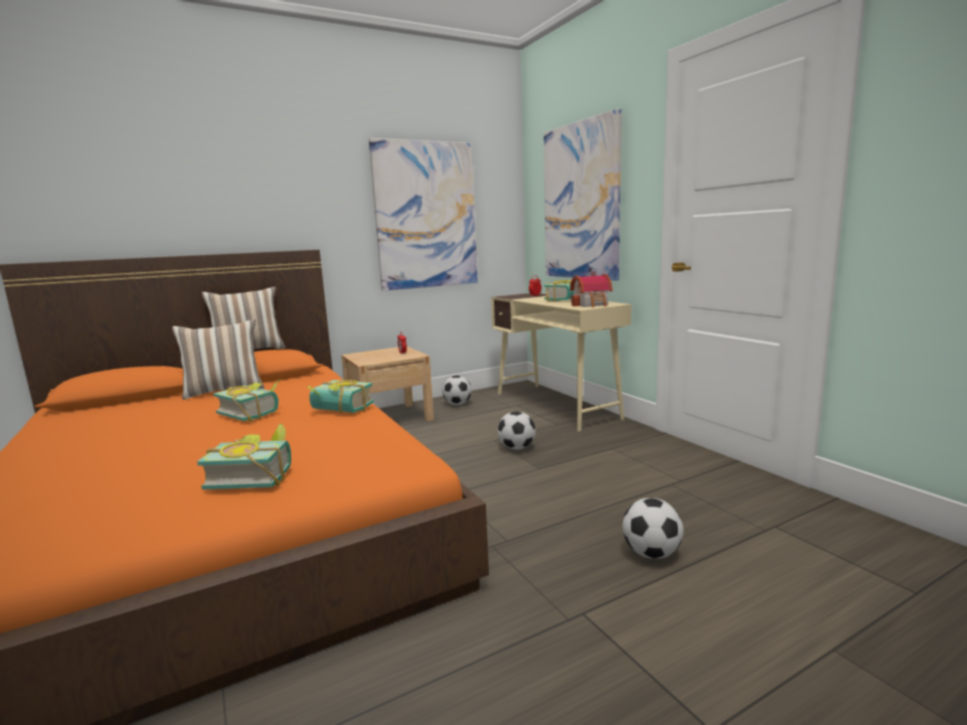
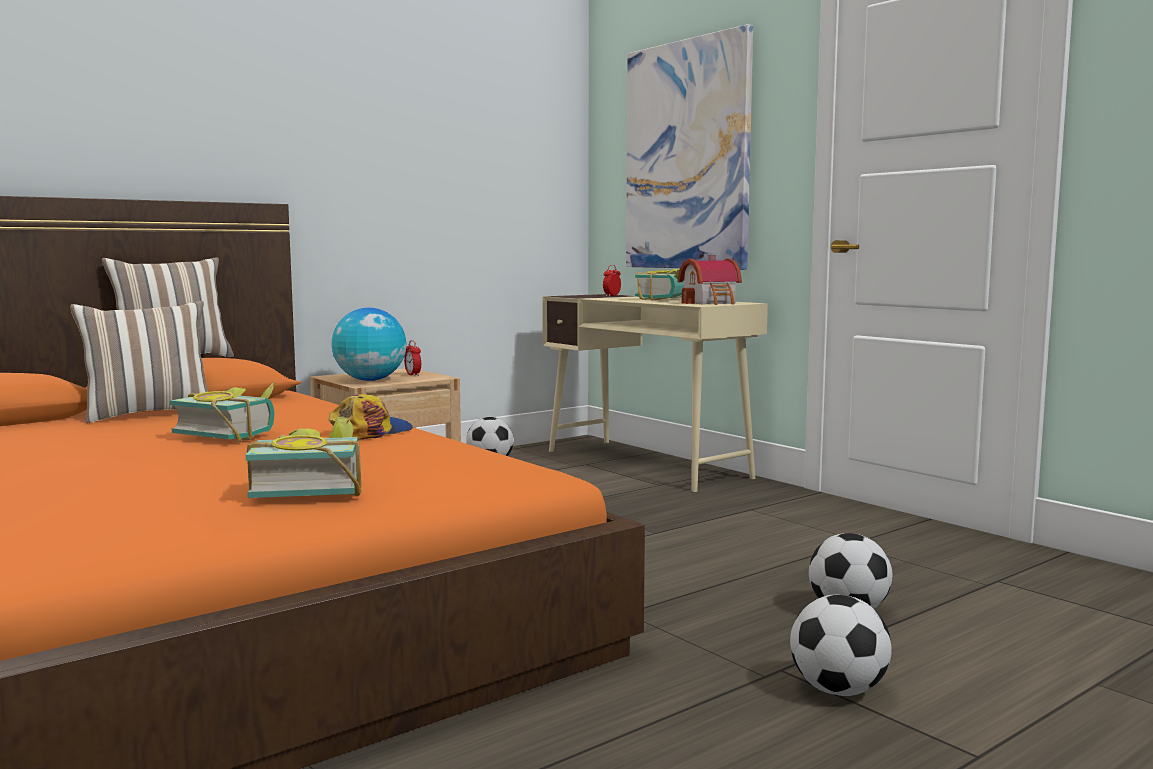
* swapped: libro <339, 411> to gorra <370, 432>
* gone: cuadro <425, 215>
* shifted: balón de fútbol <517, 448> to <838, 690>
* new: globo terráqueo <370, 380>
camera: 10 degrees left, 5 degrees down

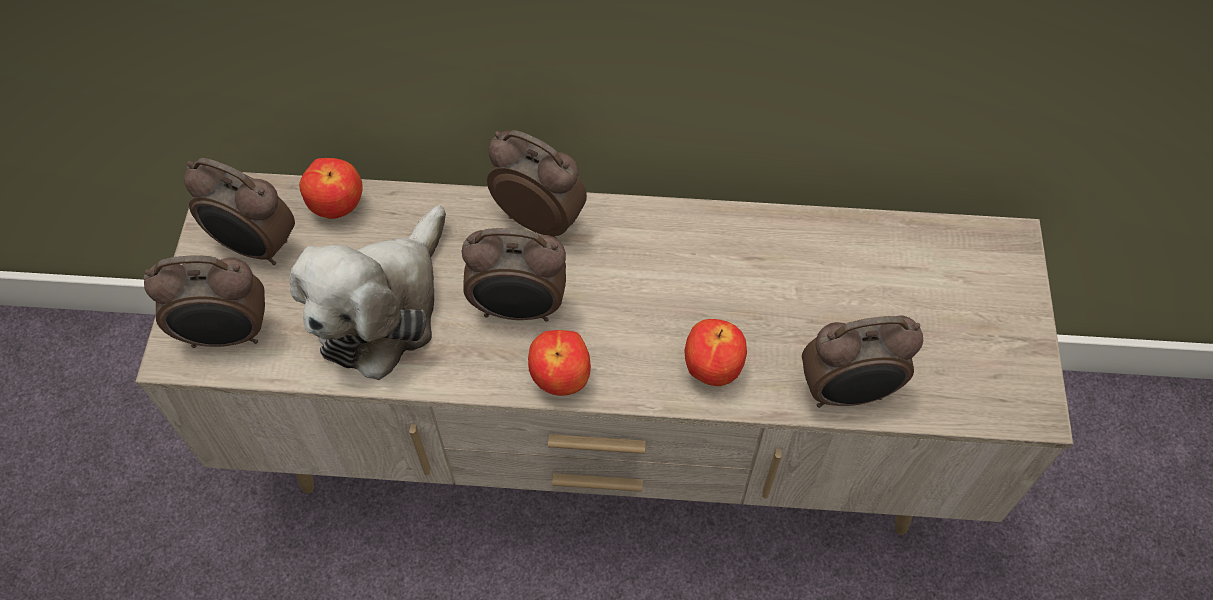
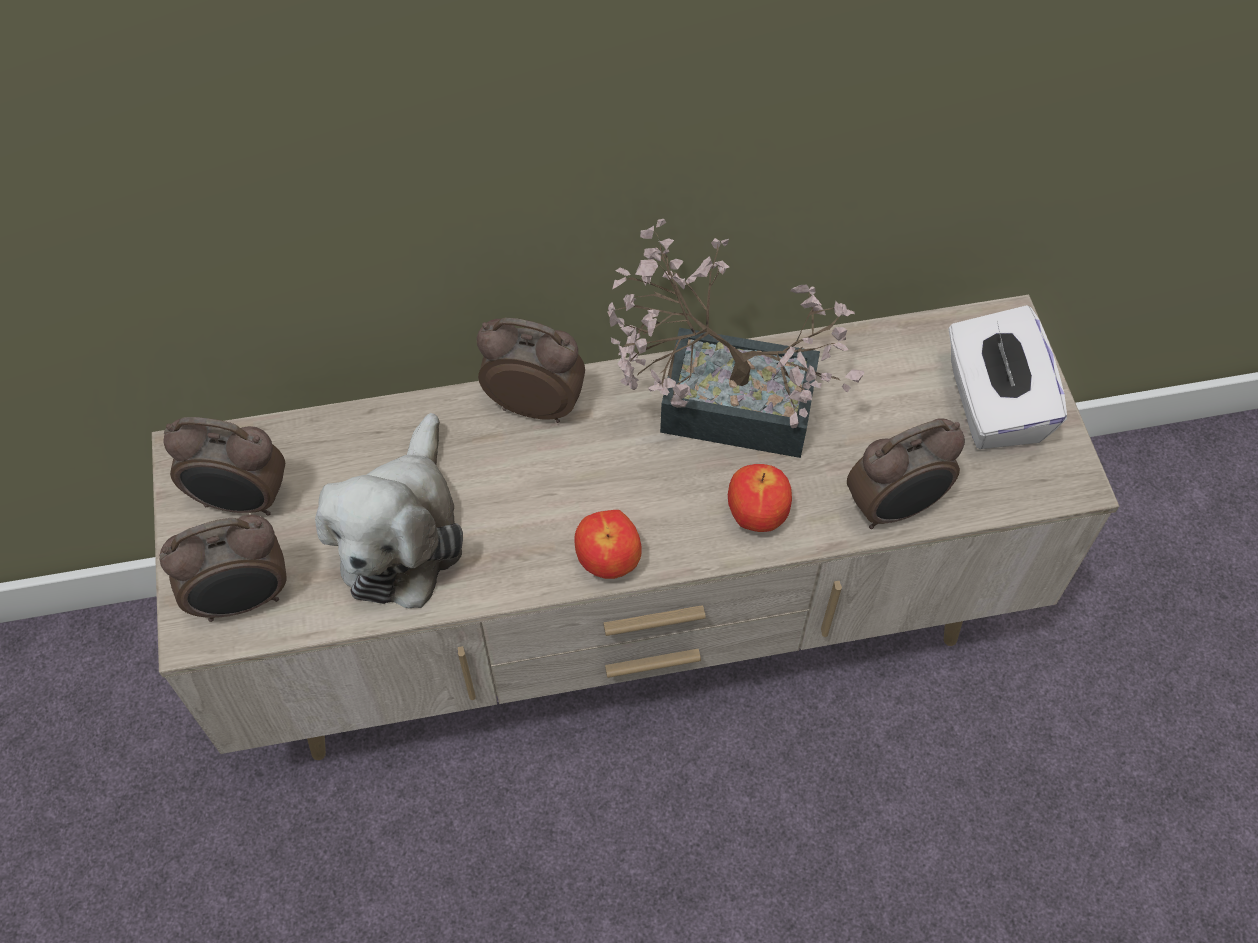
* gone: manzana <338, 207>
* gone: despertador <519, 309>
* new: planta en maceta <718, 401>
* new: caja de pañuelos [blanco] <992, 404>
camera: 15 degrees left, 0 degrees up

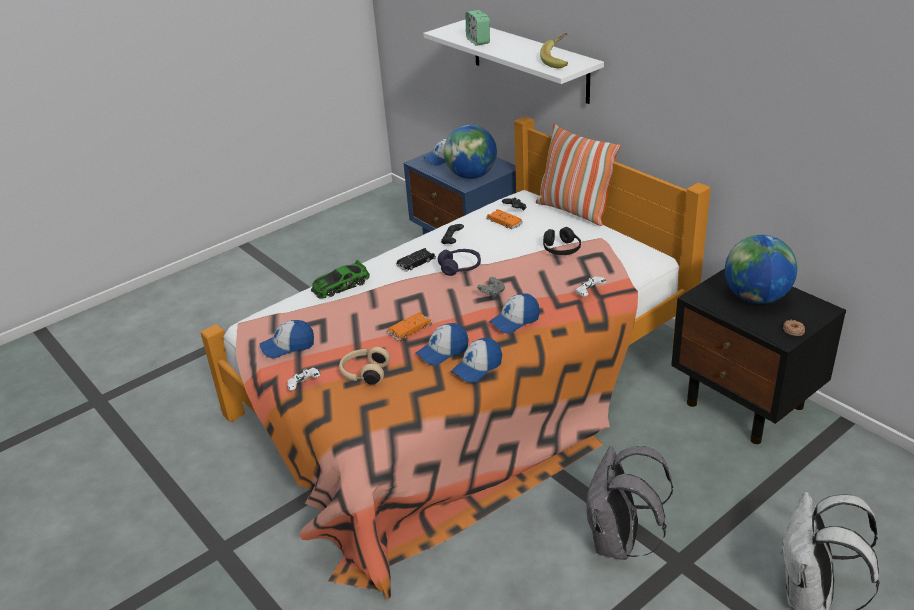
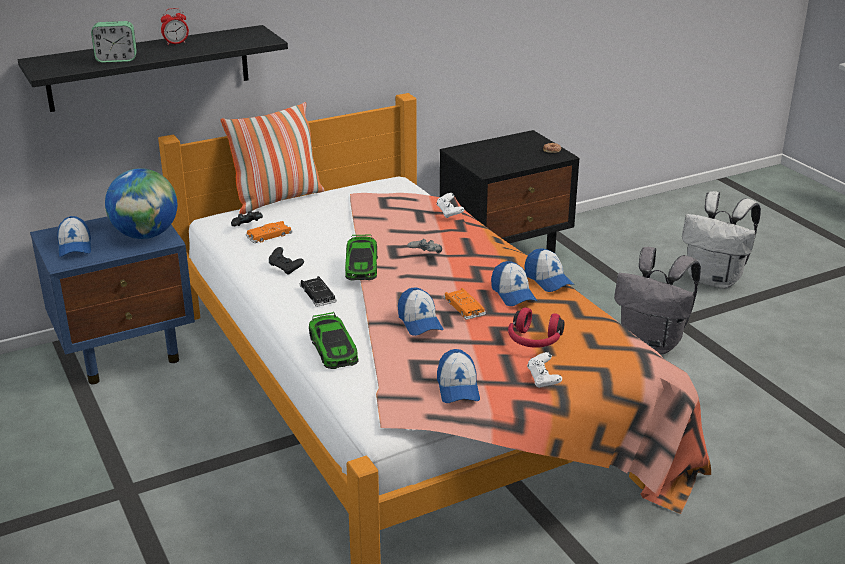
* repainted: auriculares [beis] <364, 373> to auriculares [rojo] <534, 341>
* repainted: estante [blanco] <529, 61> to estante [negro] <149, 68>
* swapped: auriculares [morado] <460, 267> to coche de juguete <361, 265>
* shifted: gorra <515, 321> to <419, 322>
* gone: plátano <559, 61>
* gone: auriculares [negro] <561, 249>
* gone: globo terráqueo <756, 298>
* new: despertador <176, 43>
camera: 80 degrees left, 5 degrees down

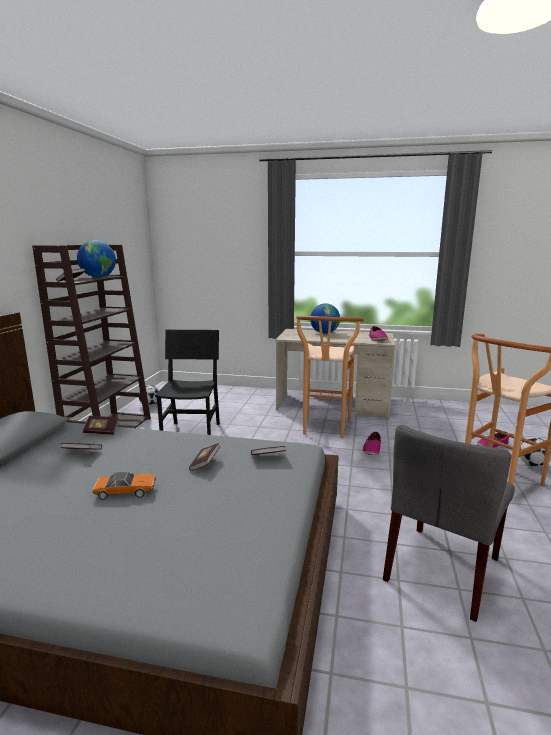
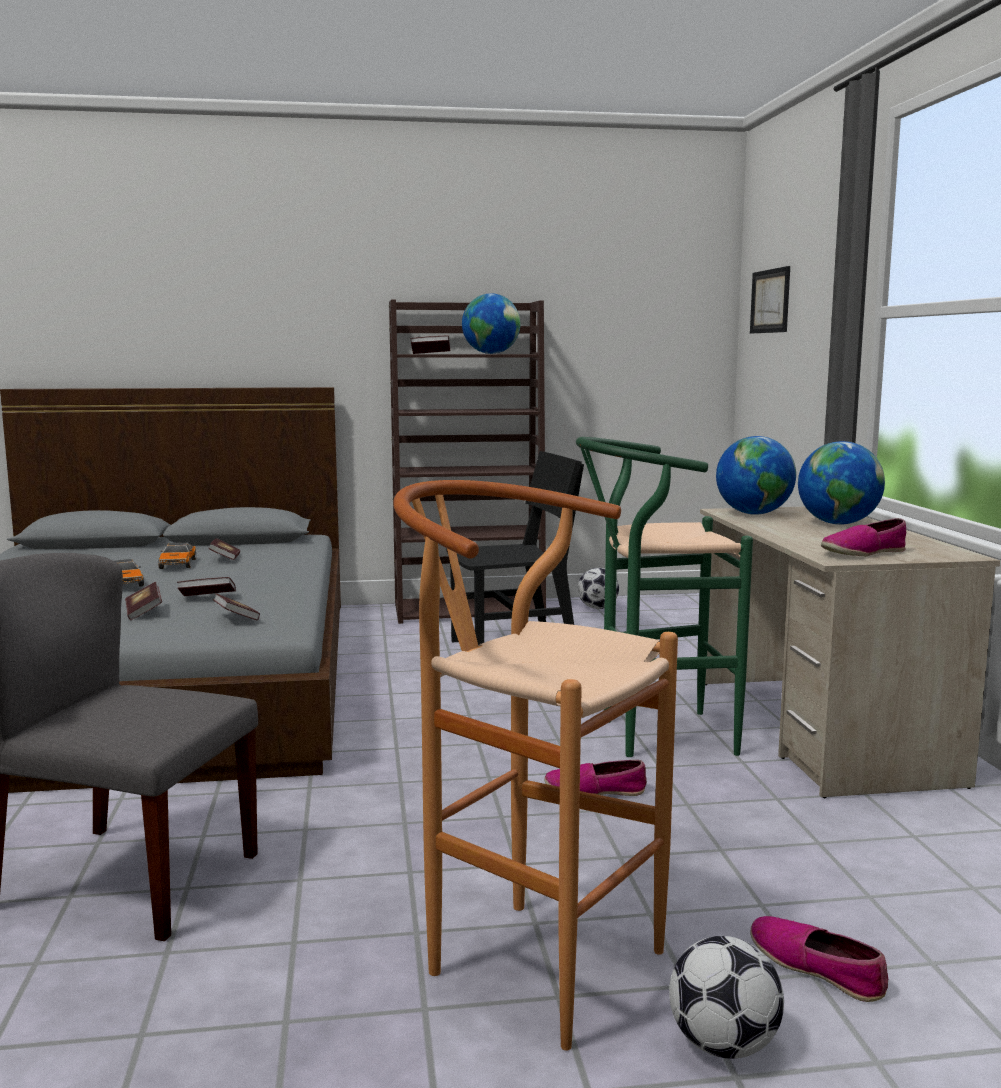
* shifted: libro <101, 431> to <144, 612>
* repainted: taburete [marrón] <325, 429> to taburete [verde] <654, 736>
* new: coche de juguete <177, 564>
* new: globo terráqueo <753, 514>
* new: cuadro <770, 301>
camera: 70 degrees right, 5 degrees down

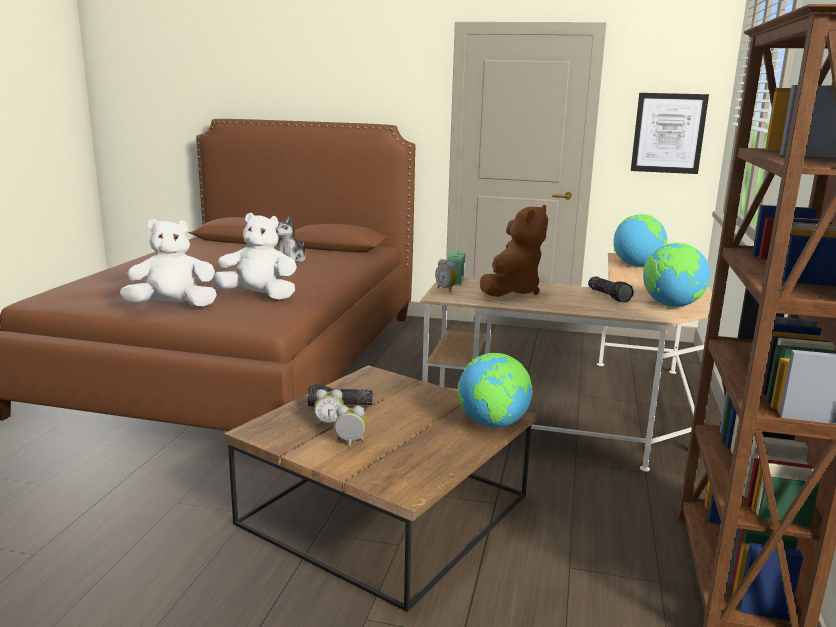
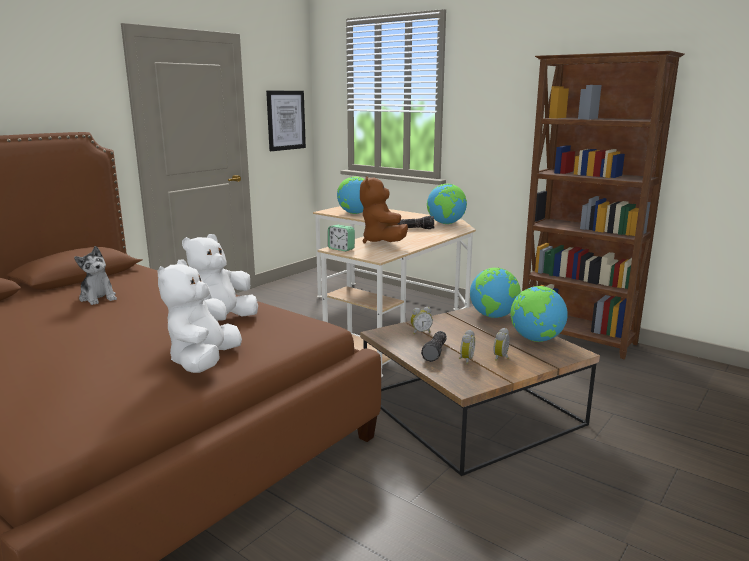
* shifted: despertador <447, 289> to <420, 332>
* rotated: peluche [marrón] <511, 291> = <383, 242> 150 degrees counterclockwise
* new: globo terráqueo <536, 339>
camera: 65 degrees left, 0 degrees up

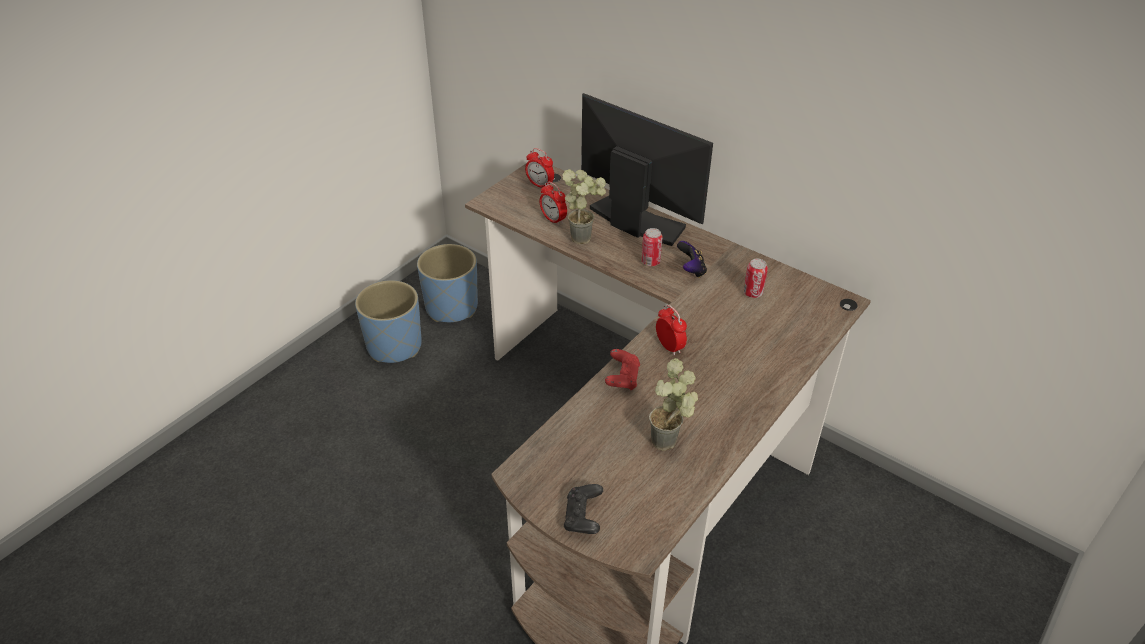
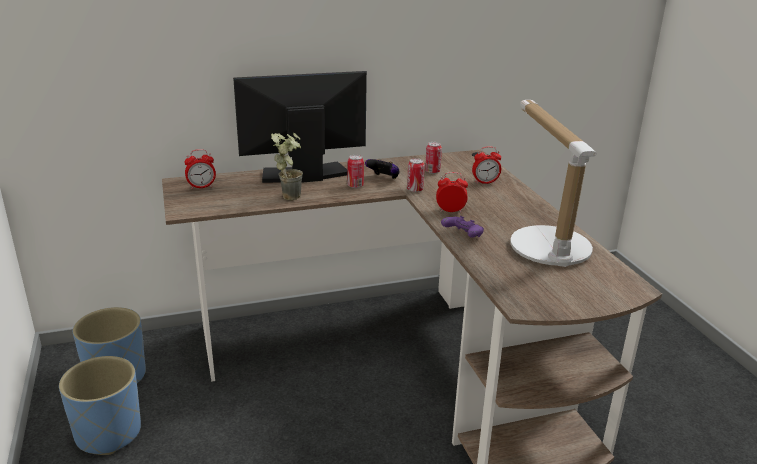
* shifted: despertador <553, 219> to <485, 182>
* gone: mando de consola [negro] <583, 517>
* repainted: mando de consola [rojo] <622, 378> to mando de consola [morado] <462, 235>
* swapped: planta en maceta <671, 444> to lámpara de mesa <546, 243>
* new: lata <415, 190>
camera: 55 degrees left, 15 degrees down

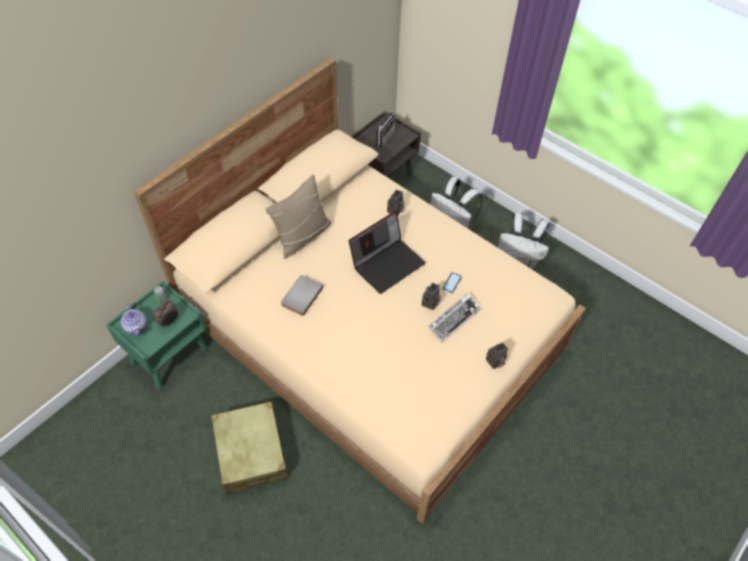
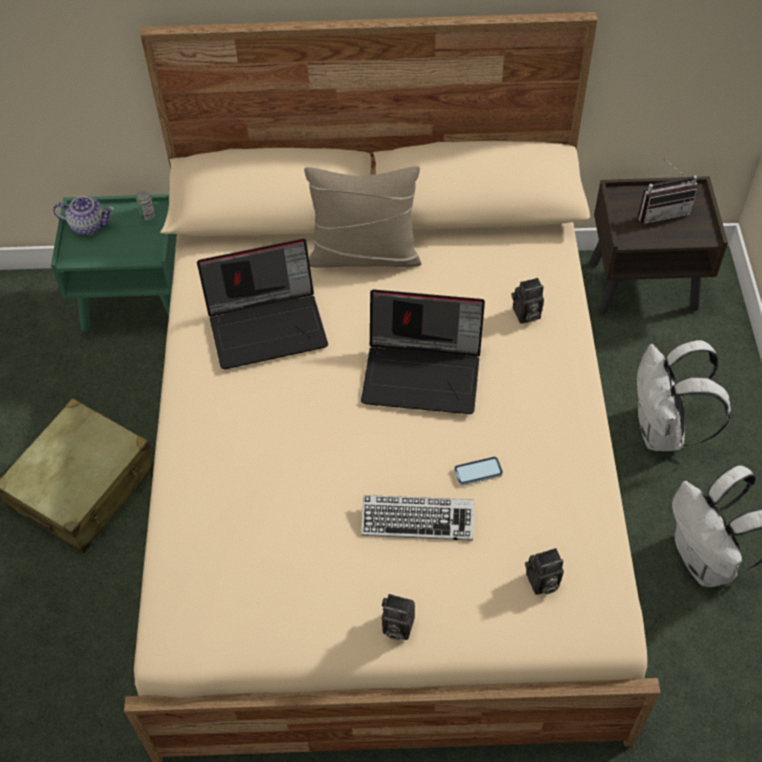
* rotated: tetera <136, 327> = <89, 225> 105 degrees counterclockwise
* gone: despertador <169, 322>
* swapped: libro [gris] <300, 295> to portátil <268, 325>
* shifted: cámara <430, 304> to <541, 583>
camera: 50 degrees right, 0 degrees up

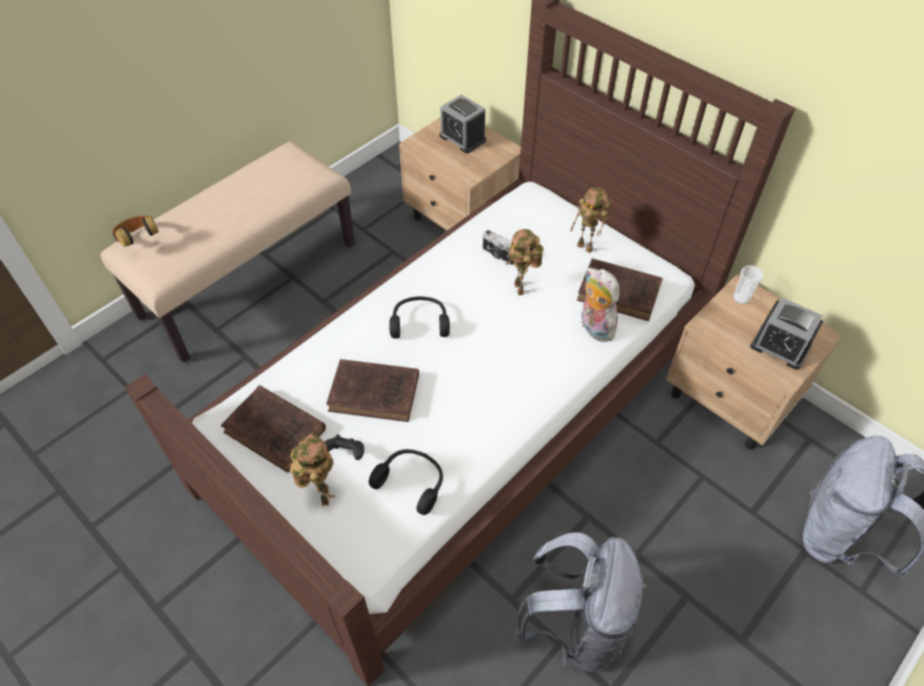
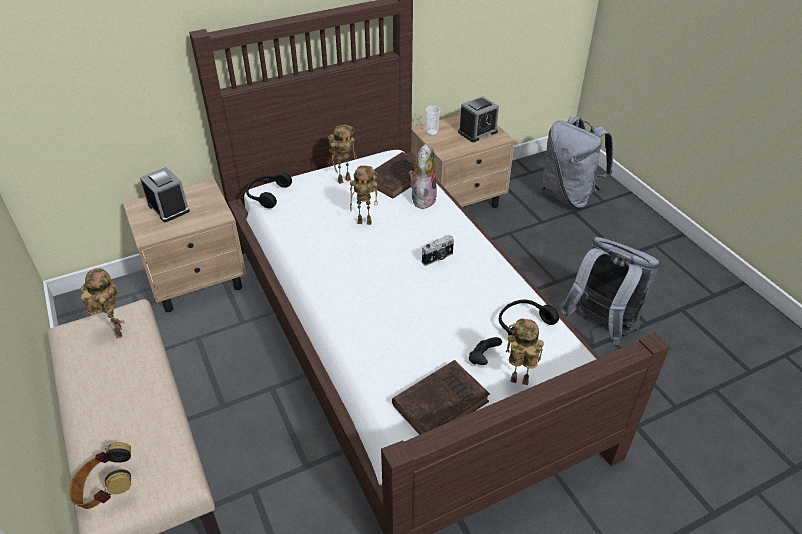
* gone: libro [marrón] <377, 393>
* shifted: auriculares [negro] <420, 322> to <267, 194>
* rotated: despertador <462, 138> = <168, 208> 105 degrees counterclockwise
* shifted: cámara <498, 255> to <438, 258>
* rotated: peluche <593, 327> = <422, 198> 120 degrees clockwise
* new: robot de juguete <116, 331>
camera: 70 degrees left, 10 degrees down

